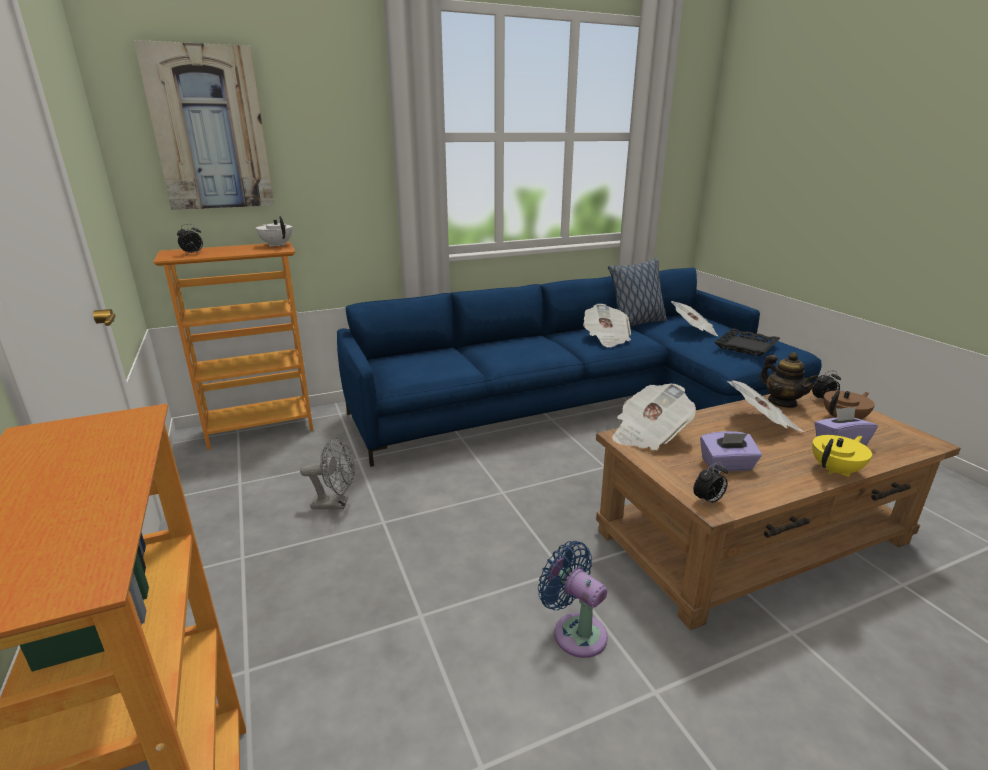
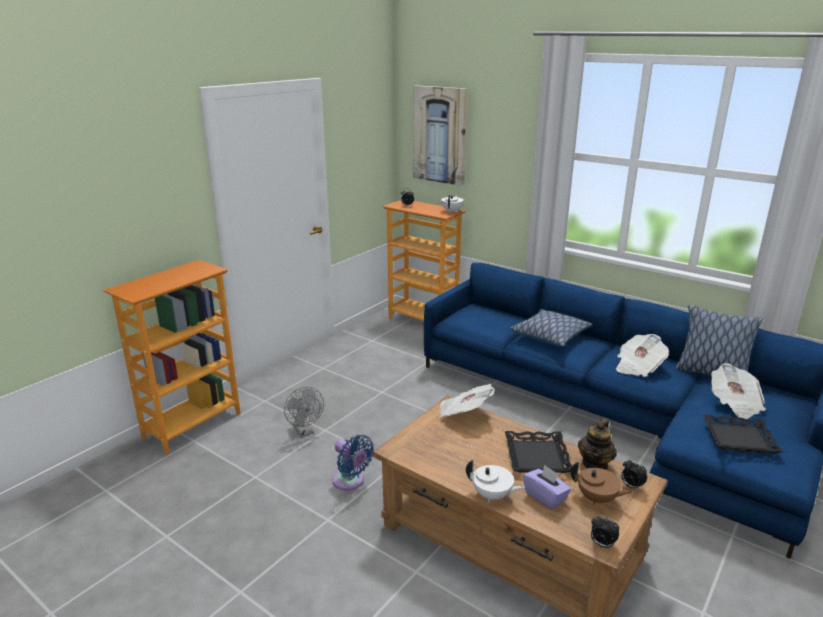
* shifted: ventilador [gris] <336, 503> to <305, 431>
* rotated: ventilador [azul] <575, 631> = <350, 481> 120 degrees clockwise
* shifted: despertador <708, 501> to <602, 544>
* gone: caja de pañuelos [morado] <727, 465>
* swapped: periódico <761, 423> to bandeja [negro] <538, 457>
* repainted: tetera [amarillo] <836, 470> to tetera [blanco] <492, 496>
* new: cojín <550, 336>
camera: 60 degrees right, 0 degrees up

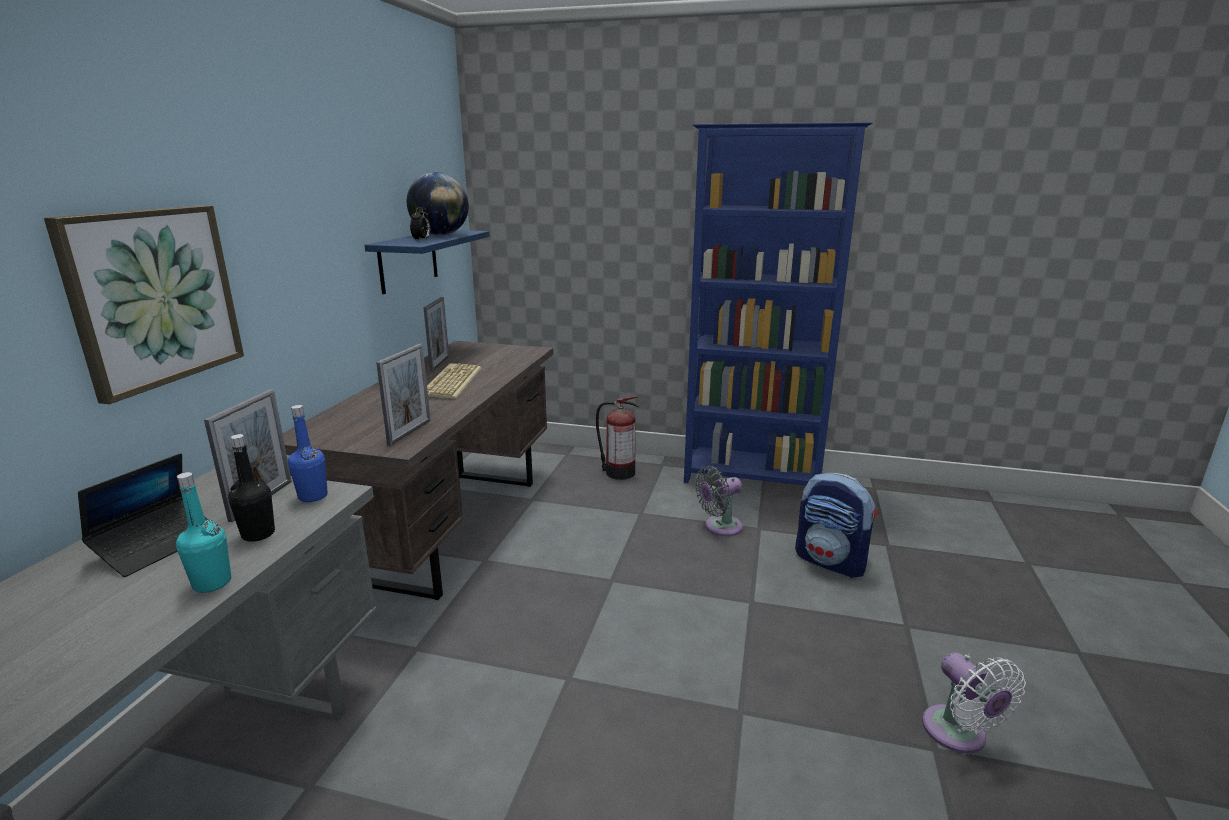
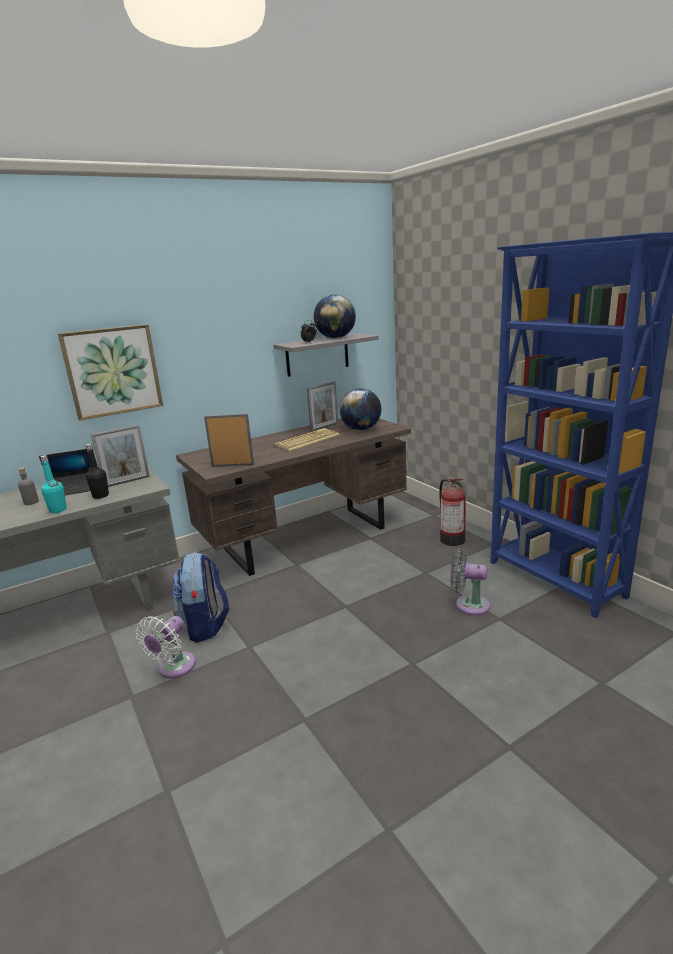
* gone: botella [azul] <313, 496>
* repainted: estante [azul] <408, 260> to estante [gris] <317, 355>
* rotated: portarretratos <410, 432> = <233, 465> 150 degrees counterclockwise
* shifted: mochila <831, 561> to <205, 625>
* shifted: ventilador [blanco] <958, 735> to <174, 668>
* new: botella [gris] <31, 502>
* new: globo terráqueo <361, 429>
camera: 45 degrees right, 0 degrees up

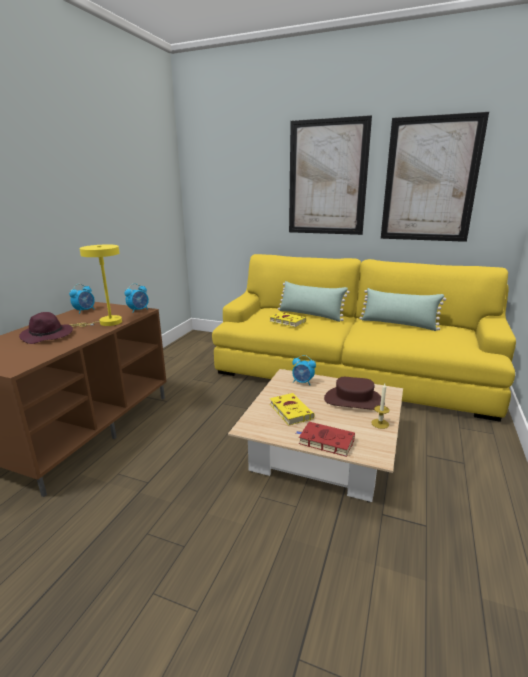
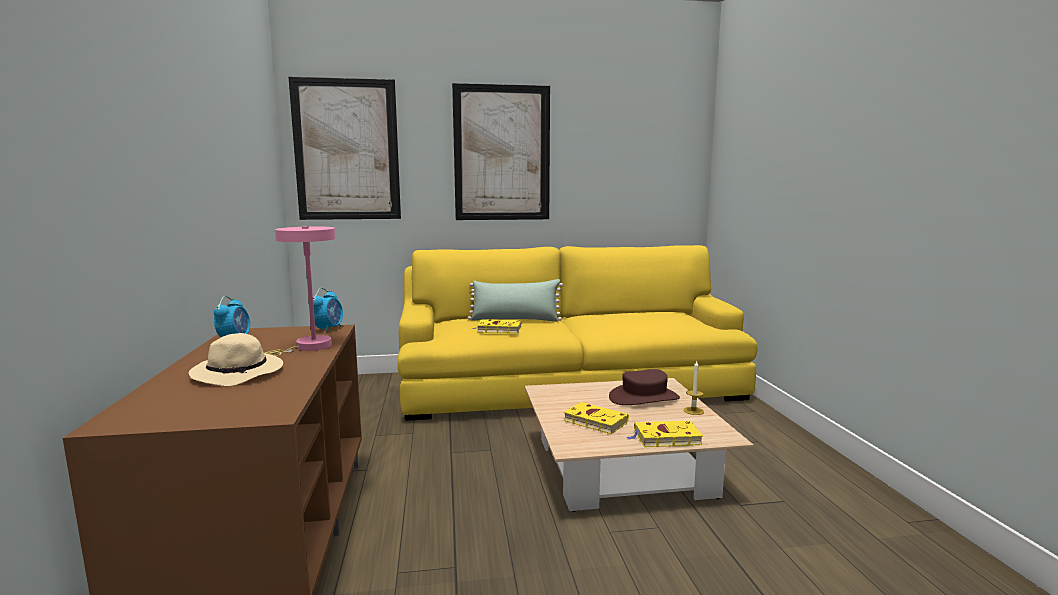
* repainted: sombrero [morado] <48, 336> to sombrero [beis] <239, 374>
* repainted: lámpara de mesa [amarillo] <106, 323> to lámpara de mesa [rosa] <308, 347>
* gone: despertador <303, 382>
* repainted: libro [rojo] <324, 441> to libro [amarillo] <665, 438>
* gone: cojín [verde] <398, 324>
* shifted: cuadro <430, 180> to <346, 150>
camera: 30 degrees left, 10 degrees down

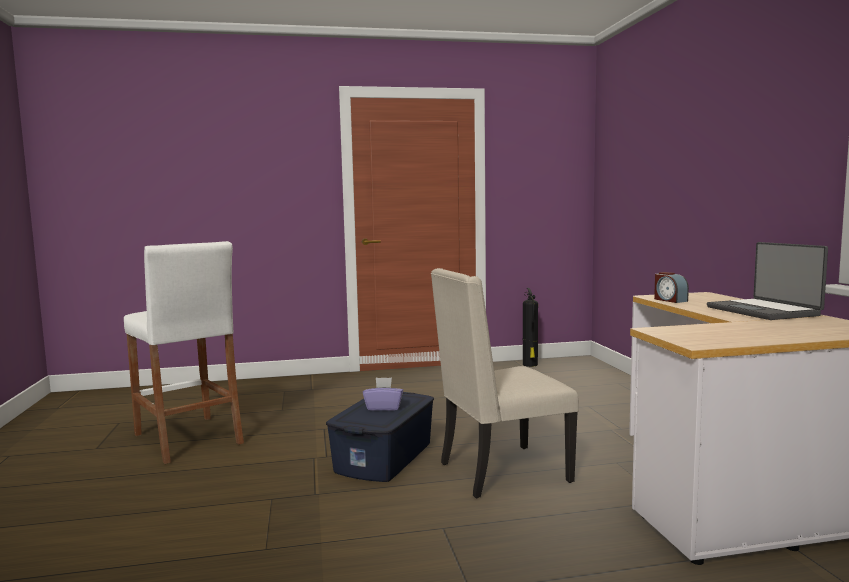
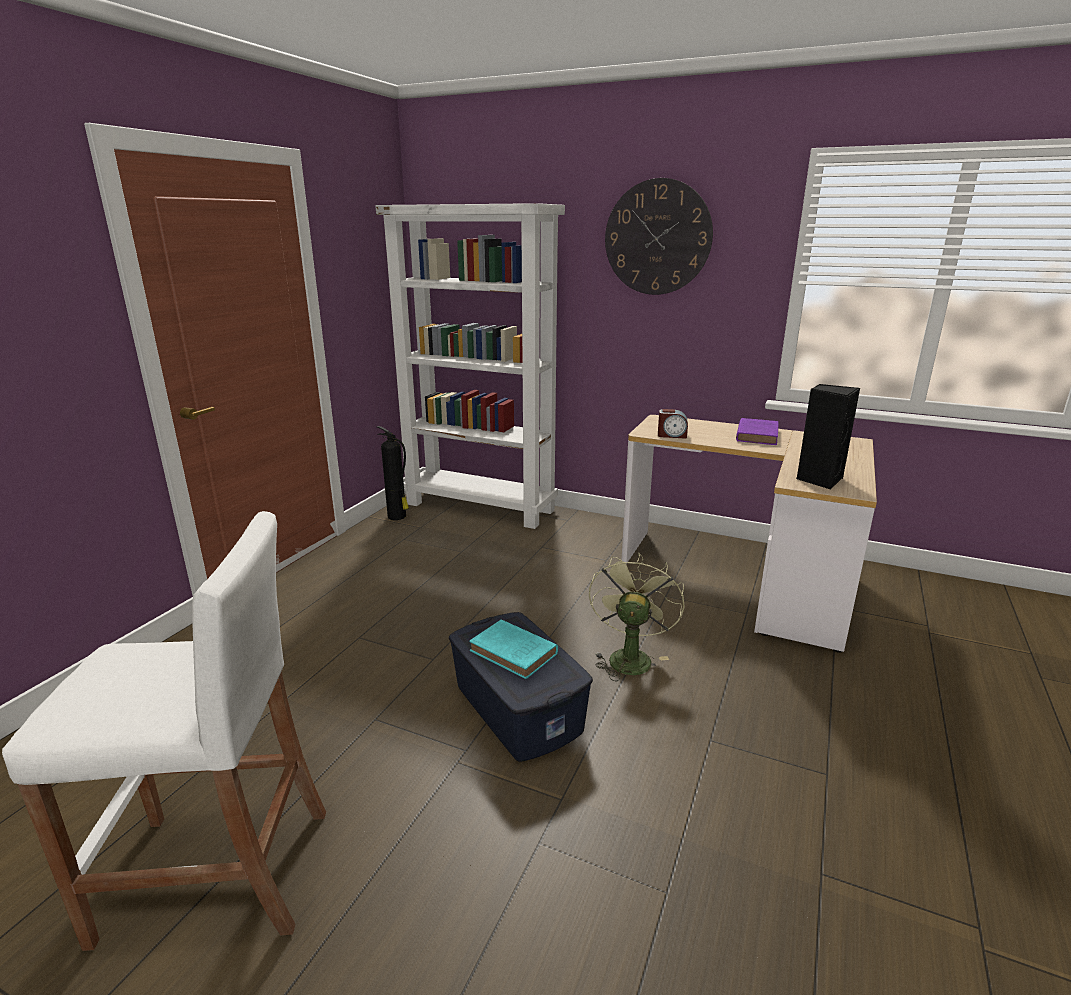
* swapped: caja de pañuelos [morado] <383, 407> to libro [turquesa] <515, 653>
* swapped: silla [beis] <501, 472> to ventilador [verde] <629, 656>
* swapped: portátil <763, 311> to libro [morado] <757, 435>
* new: estantería [blanco] <481, 507>
* new: reloj de pared <657, 238>
* new: altavoz [negro] <819, 479>
camera: 55 degrees left, 15 degrees up

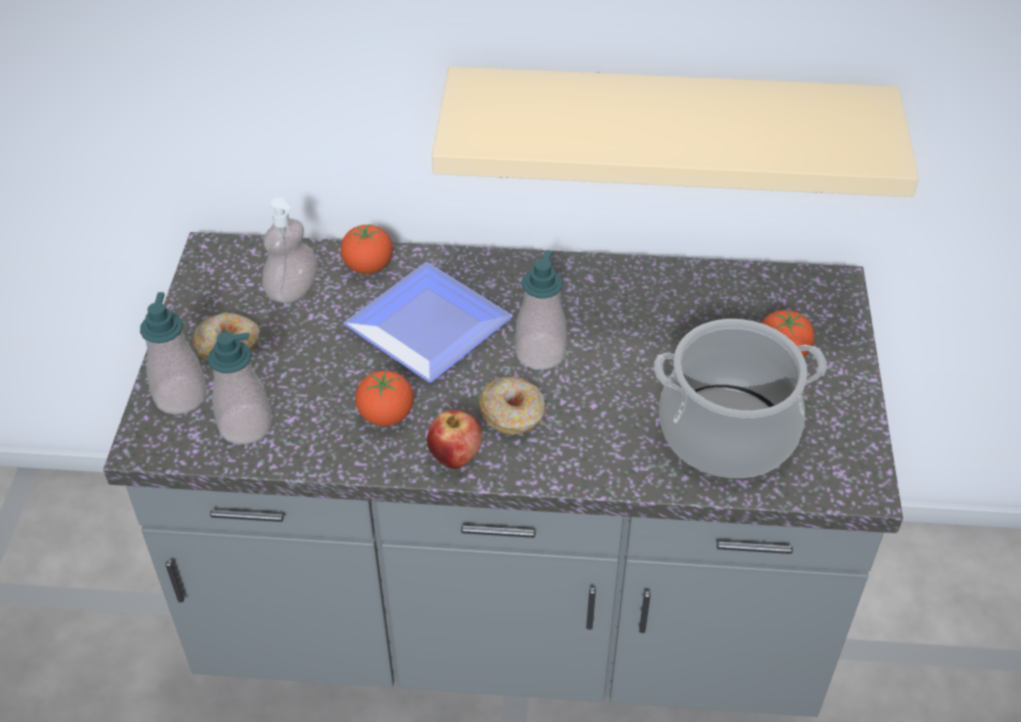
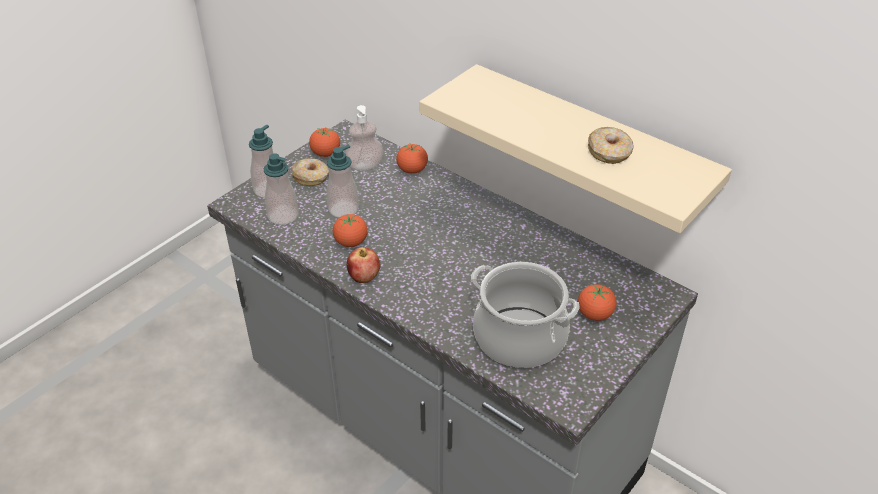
* gone: plato <428, 322>
* shifted: rosquilla <513, 414> to <609, 152>
* shifted: dispensador de jabón <540, 353> to <343, 209>
* new: tomate <326, 153>
camera: 35 degrees right, 5 degrees down

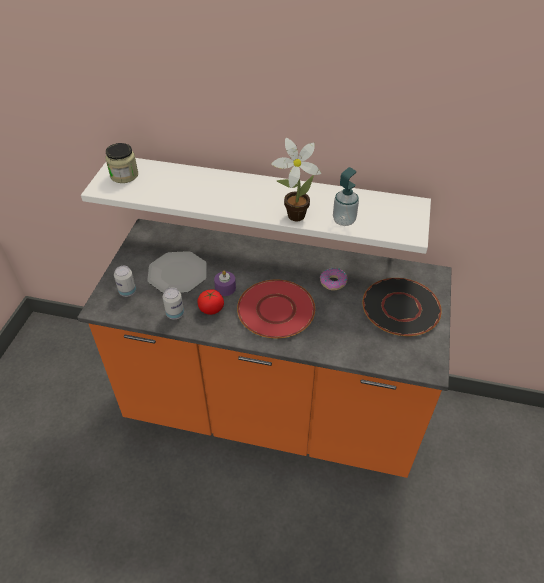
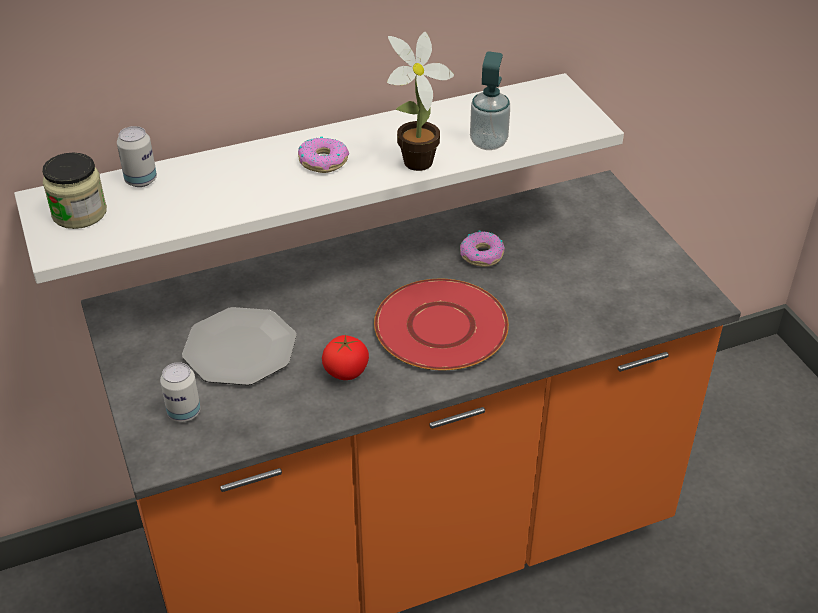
* shifted: lata <175, 314> to <141, 180>
* gone: vela [morado] <225, 288>
* gone: plato [negro] <400, 308>
* new: rosquilla <323, 161>
camera: 35 degrees left, 5 degrees down

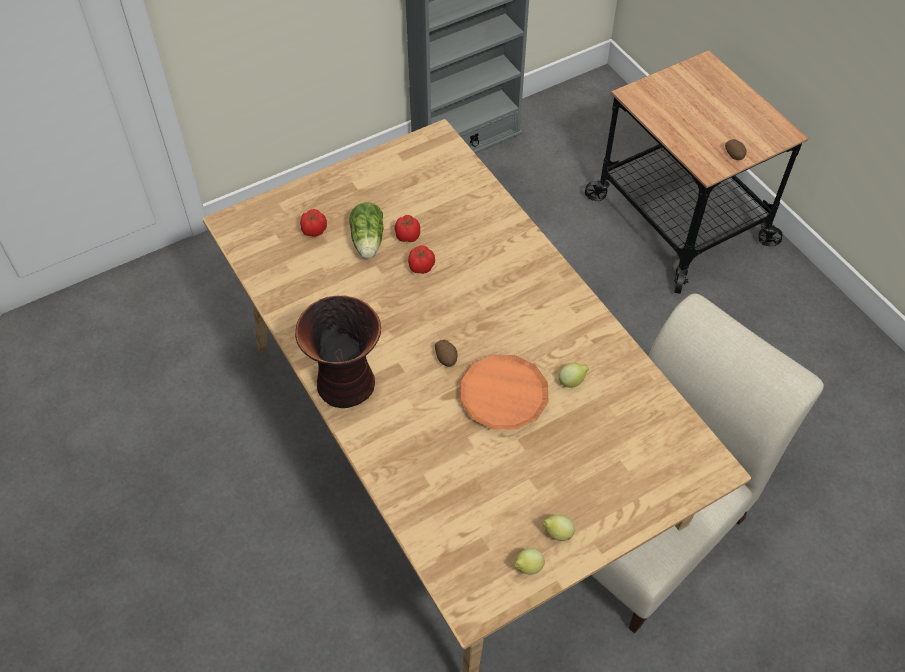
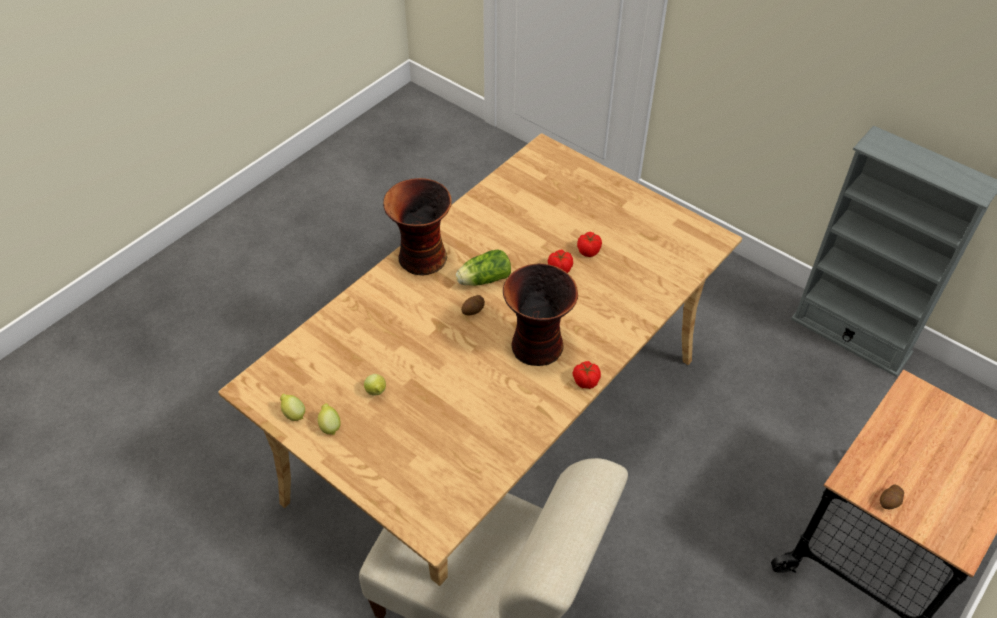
* shifted: tomate <313, 230> to <585, 381>
* shifted: lechuga <368, 242> to <482, 279>
* gone: plato [naranja] <503, 395>
* shifted: limón <572, 381> to <376, 392>
* new: florero <537, 347>
camera: 70 degrees right, 5 degrees down

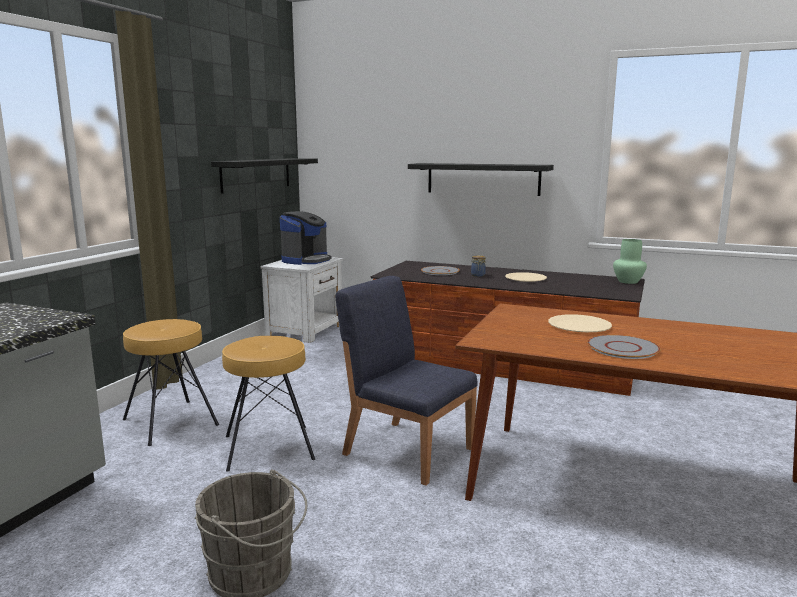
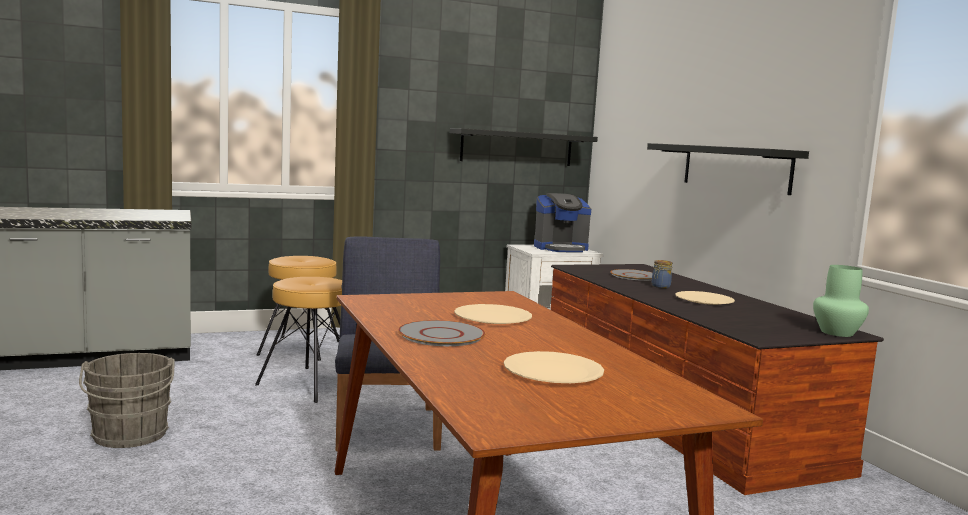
* new: plato [beis] <553, 371>
camera: 45 degrees right, 5 degrees down

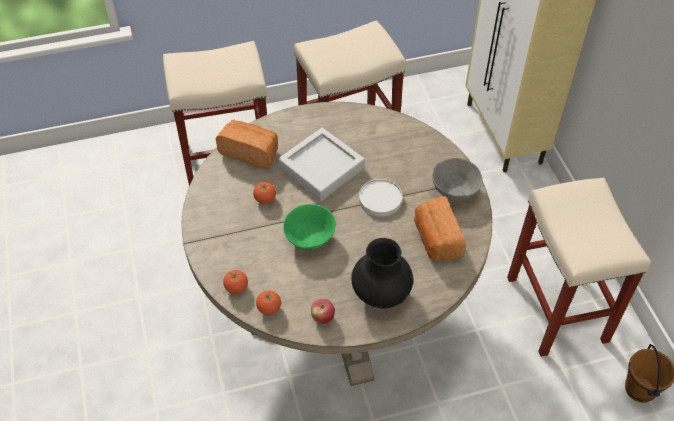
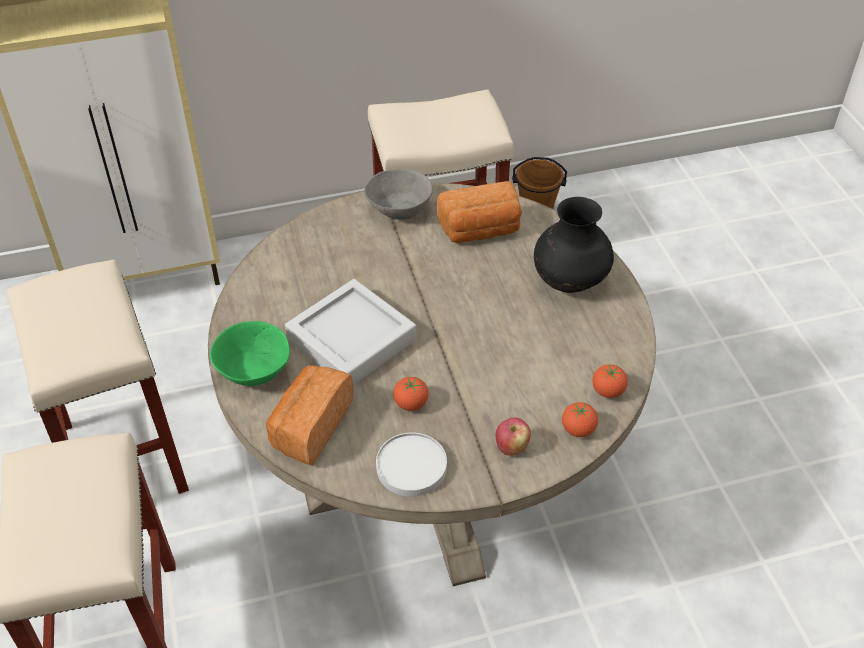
* shifted: cuenco [verde] <309, 237> to <252, 372>
* shifted: manzana <322, 318> to <511, 447>
* shifted: plato [blanco] <380, 199> to <411, 467>
camera: 90 degrees left, 5 degrees down

